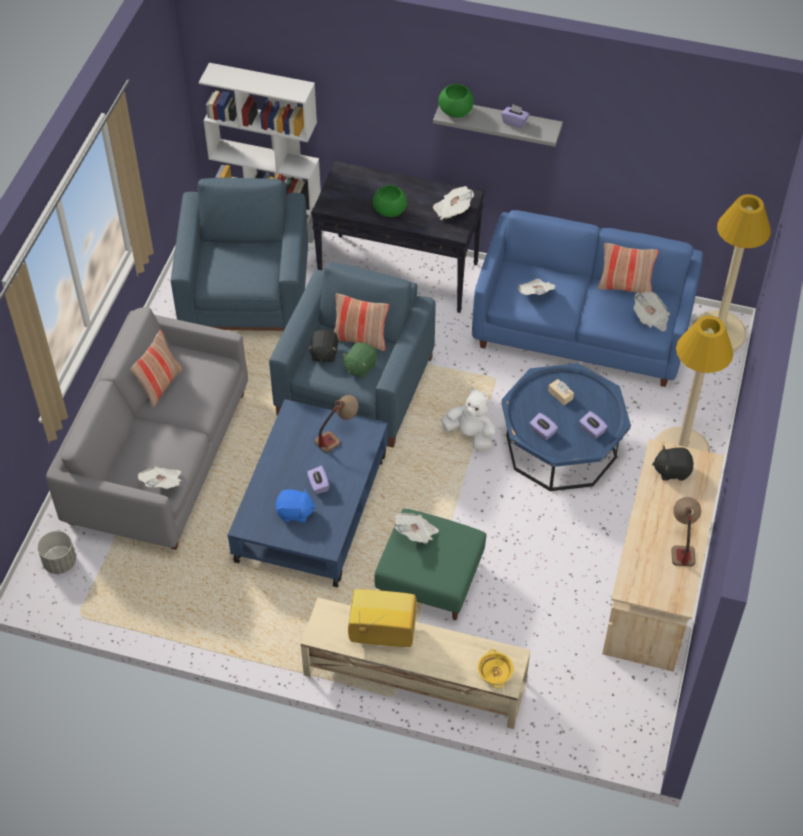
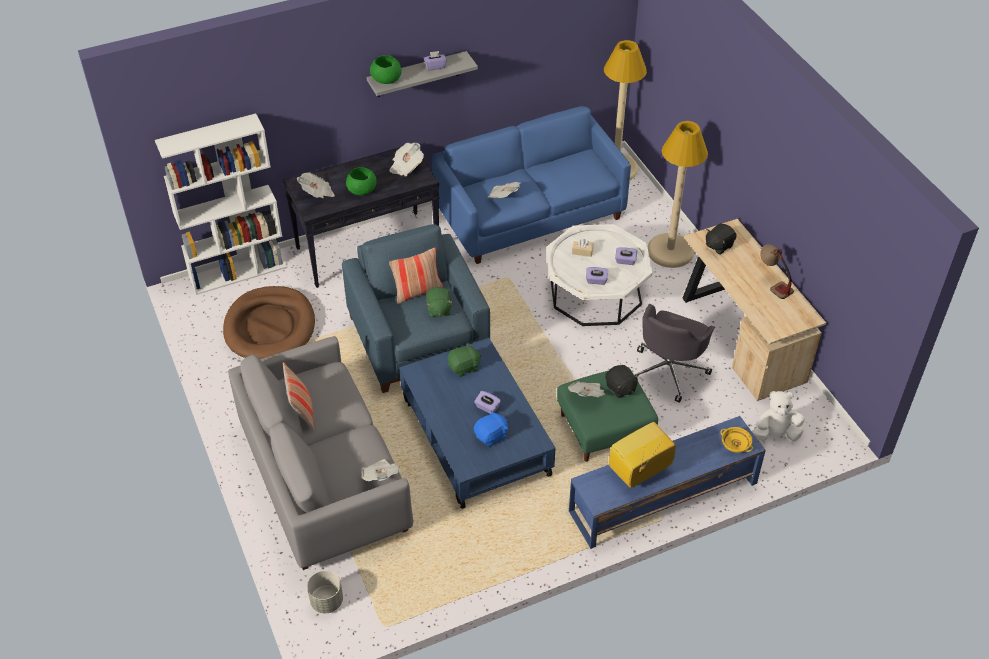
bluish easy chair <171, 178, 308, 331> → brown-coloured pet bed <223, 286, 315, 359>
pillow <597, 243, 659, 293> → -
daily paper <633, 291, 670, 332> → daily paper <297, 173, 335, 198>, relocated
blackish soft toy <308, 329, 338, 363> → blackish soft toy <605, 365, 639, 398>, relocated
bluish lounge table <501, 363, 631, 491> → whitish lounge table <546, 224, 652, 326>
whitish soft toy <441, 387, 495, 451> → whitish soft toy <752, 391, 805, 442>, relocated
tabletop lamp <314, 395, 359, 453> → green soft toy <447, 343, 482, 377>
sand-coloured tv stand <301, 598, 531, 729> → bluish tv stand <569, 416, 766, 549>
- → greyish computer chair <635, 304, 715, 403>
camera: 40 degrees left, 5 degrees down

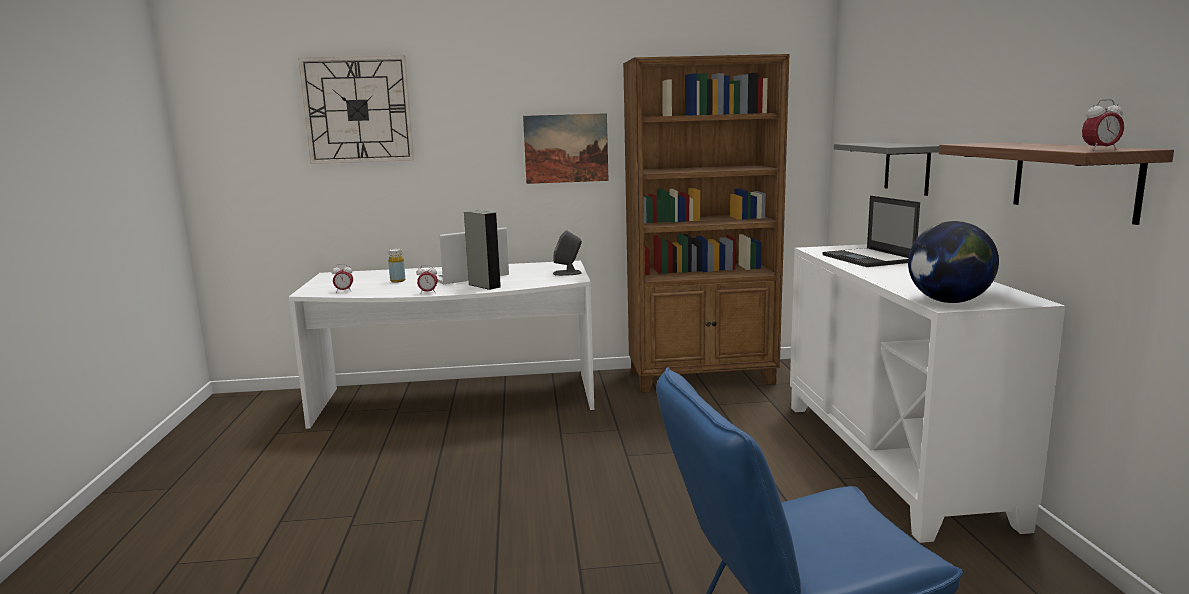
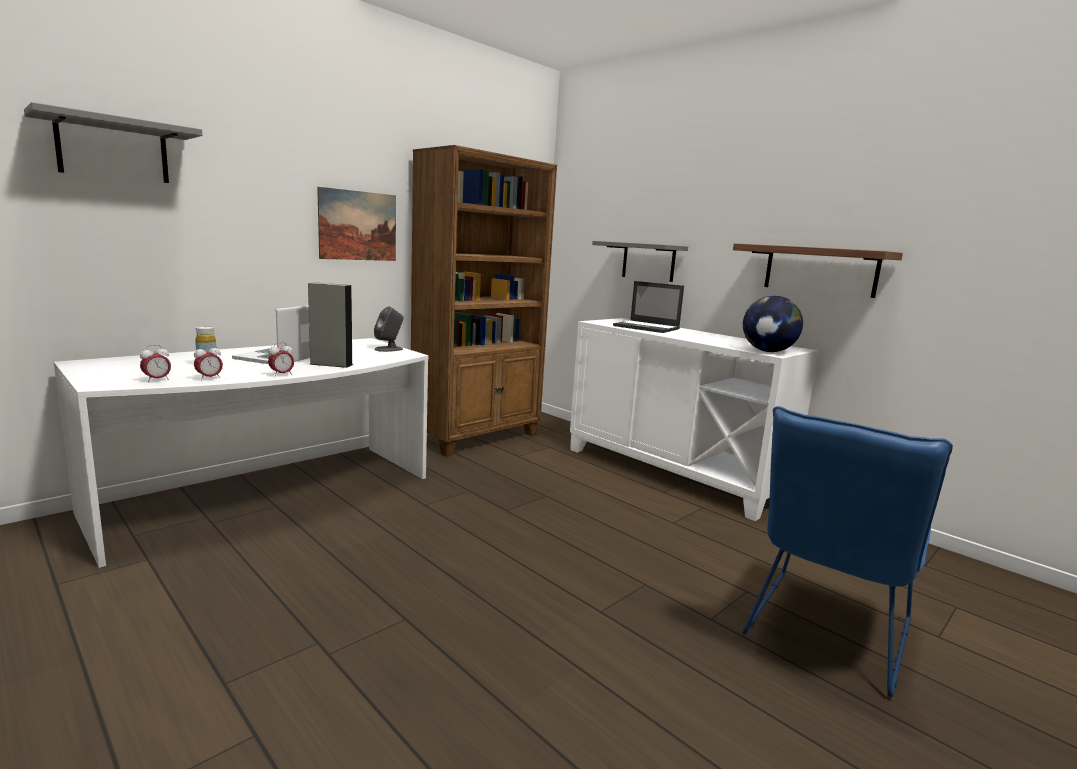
wall clock <298, 56, 414, 164> → greyish bracket shelf <24, 102, 203, 183>
table clock <1082, 99, 1124, 151> → table clock <194, 344, 223, 380>, relocated
camera: 40 degrees left, 0 degrees up

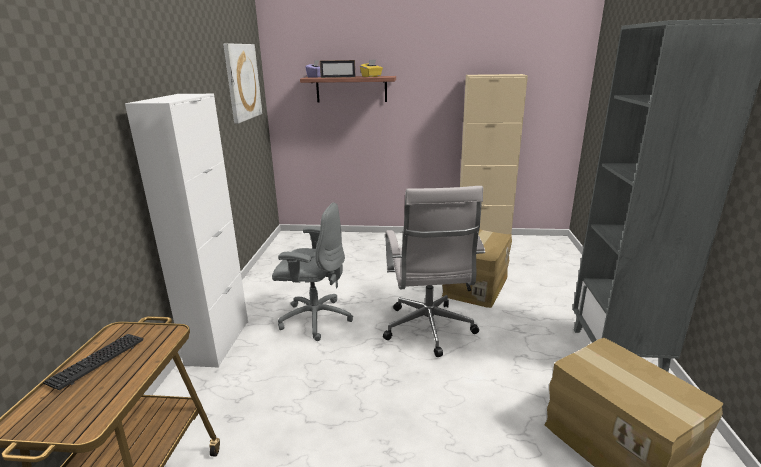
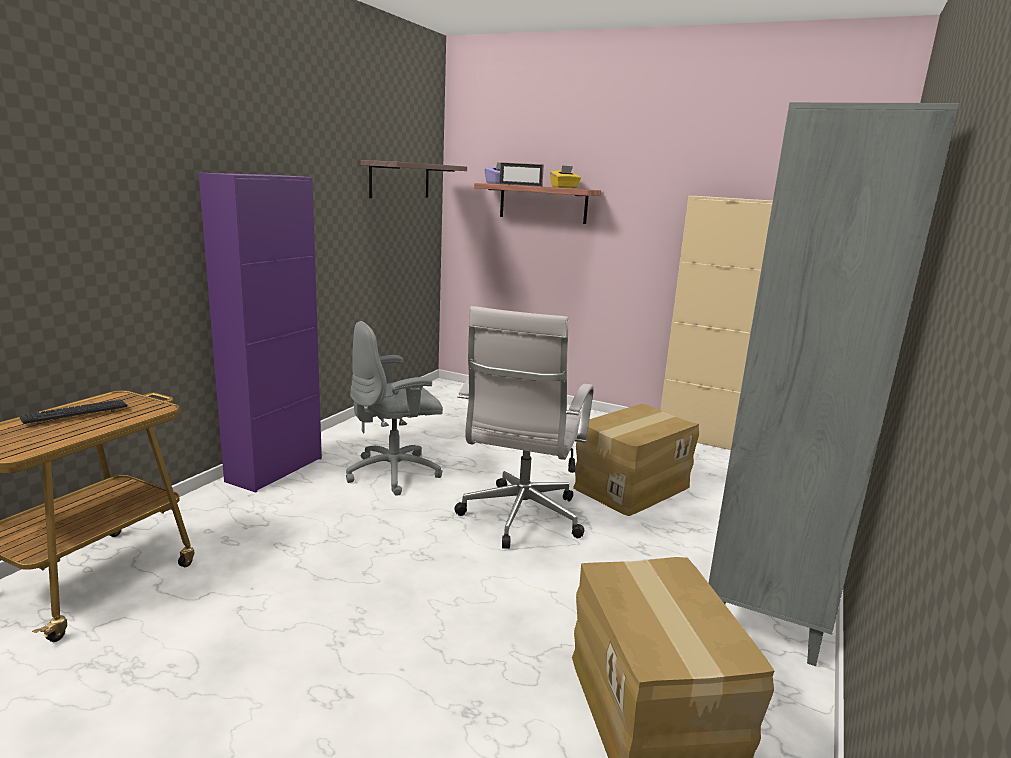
picture <223, 43, 262, 124> → bracket shelf <361, 160, 467, 198>
whitish storage cabinet <125, 94, 248, 367> → purple storage cabinet <199, 173, 322, 493>
greyish computer chair <272, 202, 353, 341> → greyish computer chair <346, 321, 443, 496>, 120 degrees clockwise
camera: 20 degrees right, 5 degrees down

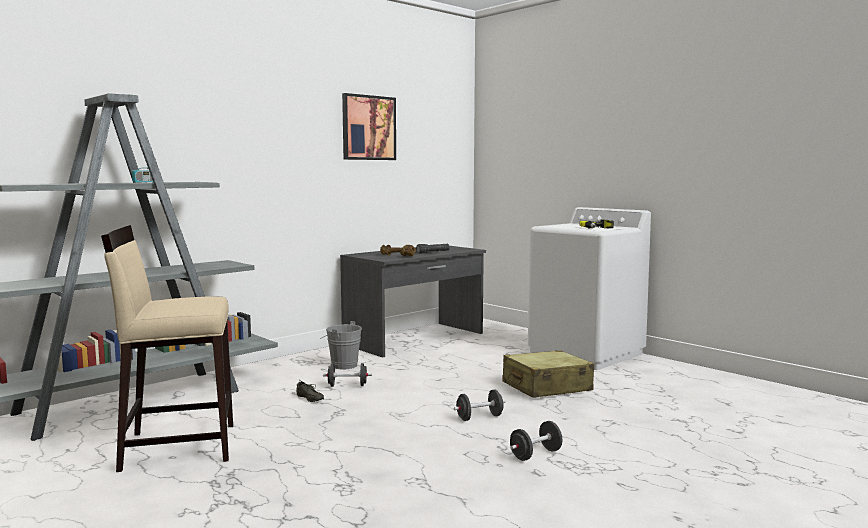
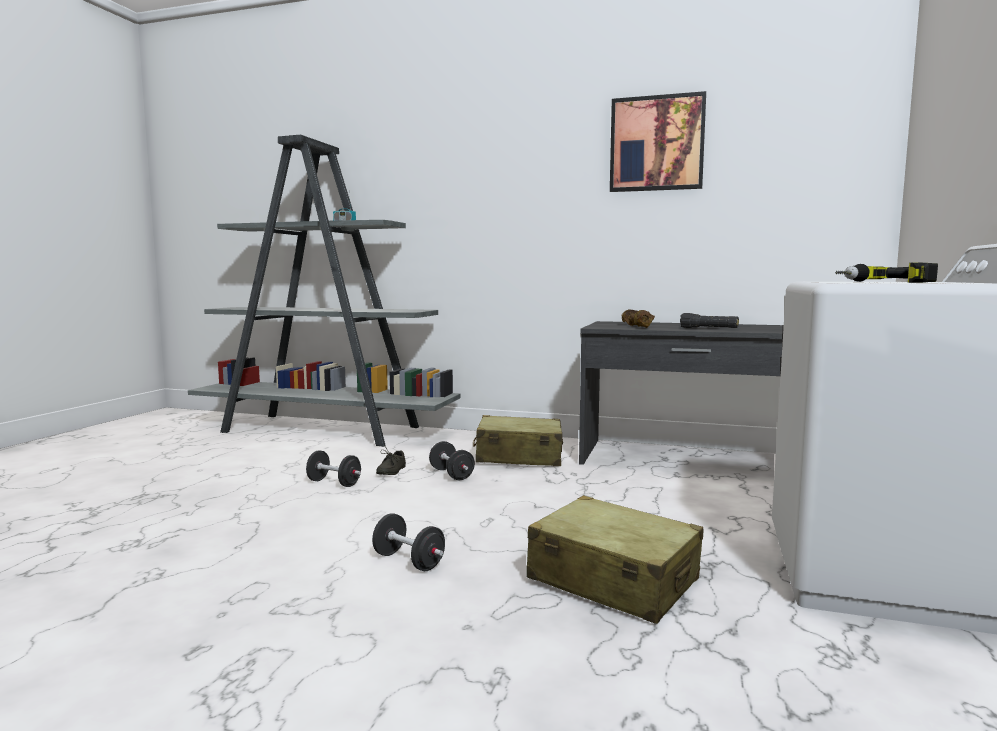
sand-coloured sitting stool <101, 225, 233, 472> → -
greyish bucket <320, 321, 362, 370> → sand-coloured suitcase <473, 415, 563, 466>
blackish free weight <510, 421, 562, 461> → blackish free weight <306, 450, 361, 487>, relocated
camera: 60 degrees right, 0 degrees up

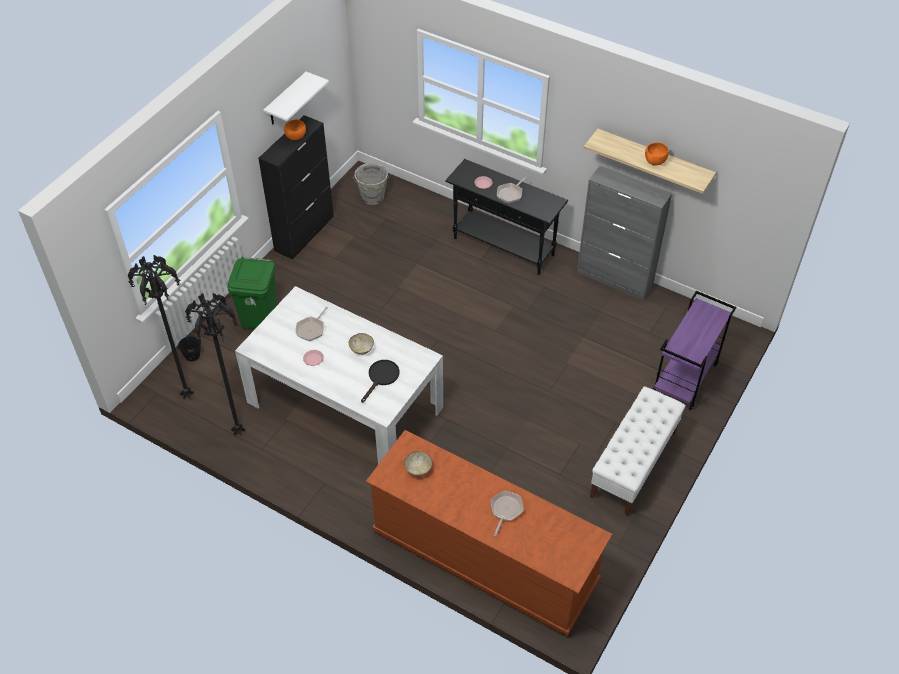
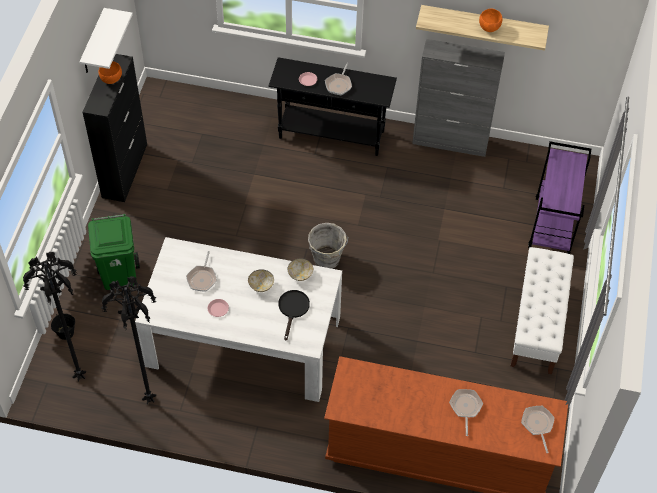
greyish bucket <353, 163, 389, 205> → greyish bucket <308, 223, 348, 269>, relocated
deep dish <404, 451, 432, 476> → deep dish <287, 258, 313, 281>, relocated
- → pan <521, 406, 555, 453>
camera: 20 degrees left, 5 degrees up

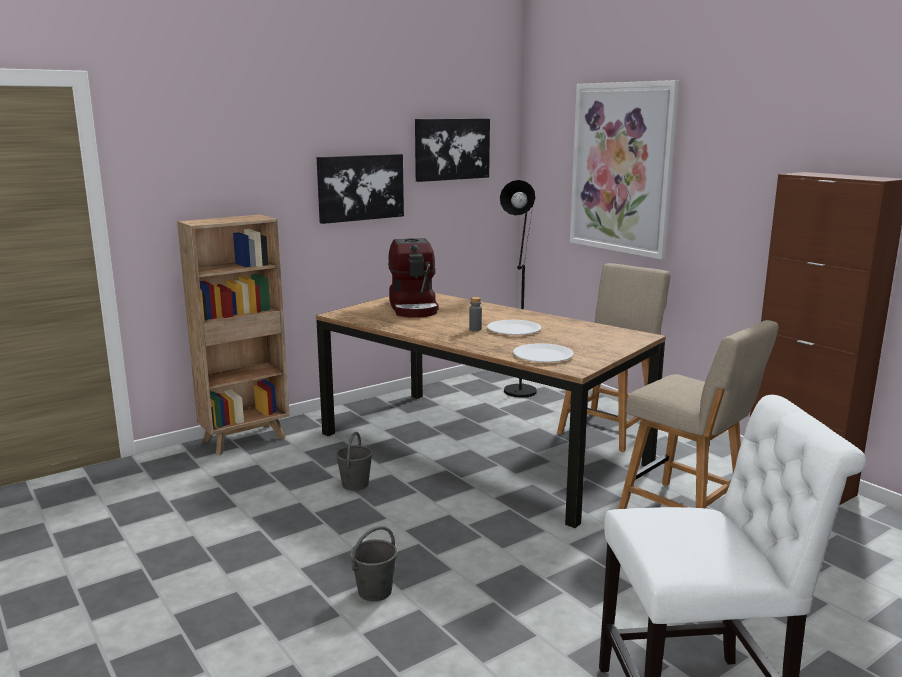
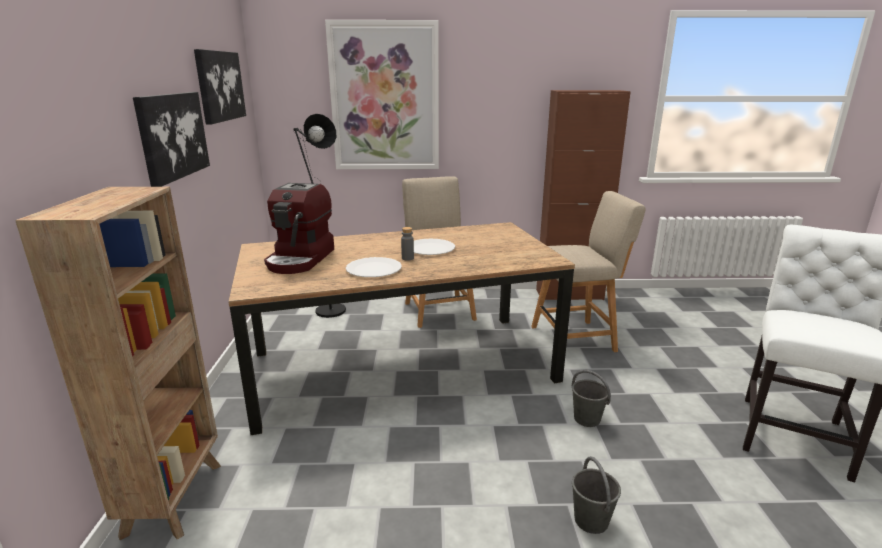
coffee maker <388, 238, 439, 318> → coffee maker <264, 183, 334, 274>, 75 degrees clockwise
whitish flat dish <513, 343, 574, 362> → whitish flat dish <346, 257, 402, 277>, relocated
greyish bucket <336, 432, 373, 491> → greyish bucket <572, 370, 611, 427>, relocated
camera: 55 degrees left, 5 degrees up

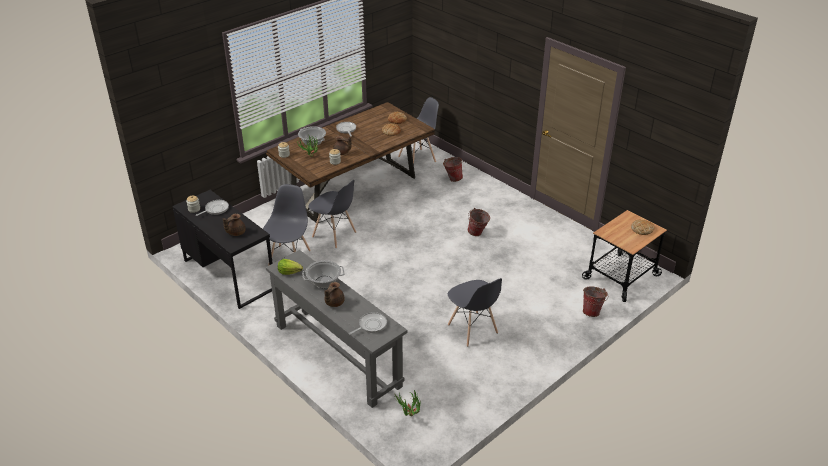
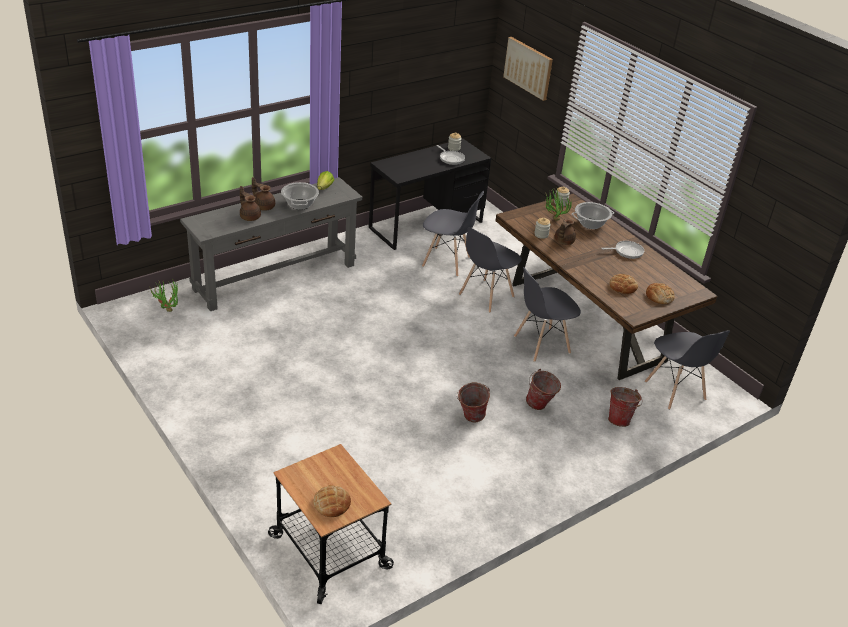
brown-coloured pot for tea <223, 214, 245, 236> → brown-coloured pot for tea <240, 186, 261, 221>, relocated
greyish chair <448, 278, 502, 347> → greyish chair <514, 267, 581, 362>, relocated
bucket <583, 286, 608, 317> → bucket <526, 369, 561, 410>, relocated
pan <349, 312, 387, 335> → -
- → picture <503, 37, 553, 101>
camera: 95 degrees right, 0 degrees up

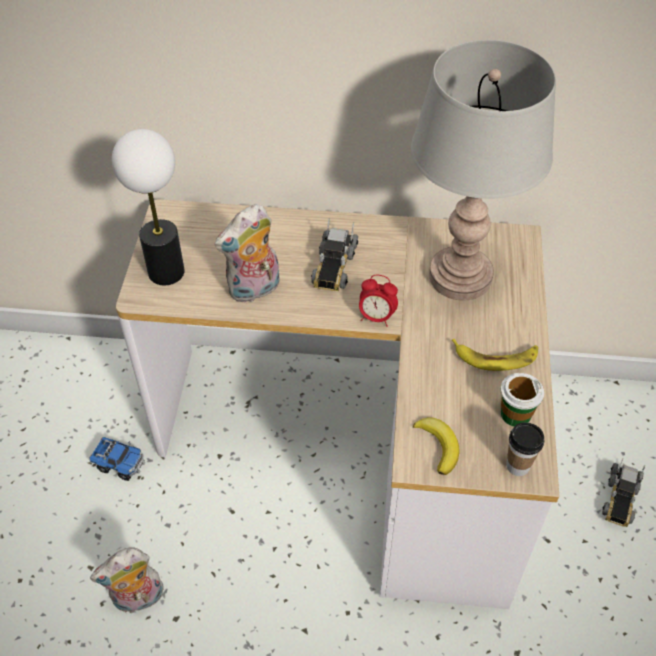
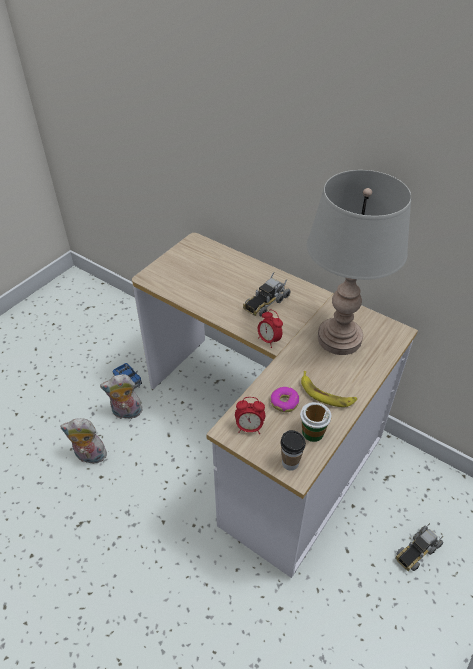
tabletop lamp <112, 129, 185, 285> → -
soft toy <214, 204, 280, 303> → soft toy <100, 374, 142, 419>, relocated
banana <413, 417, 459, 475> → table clock <235, 397, 265, 434>
- → ring doughnut <271, 387, 299, 412>
camera: 30 degrees right, 5 degrees down

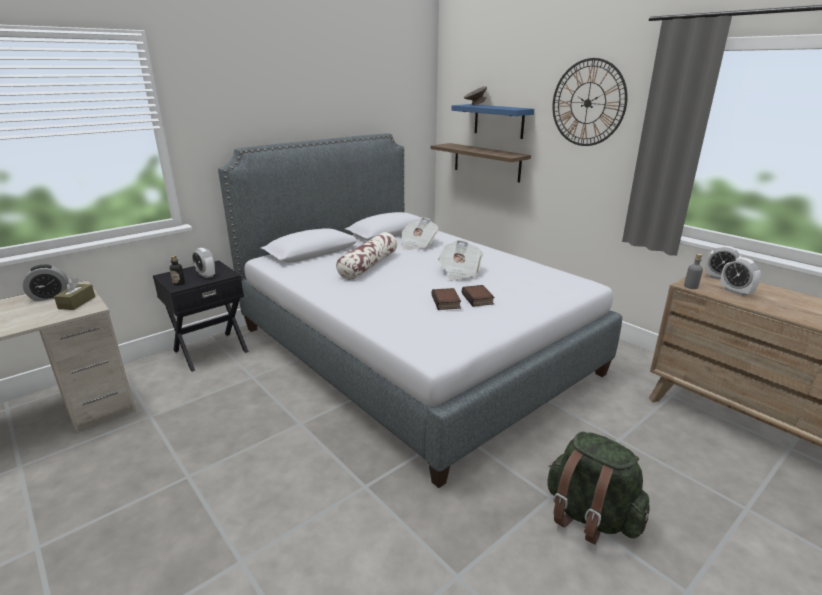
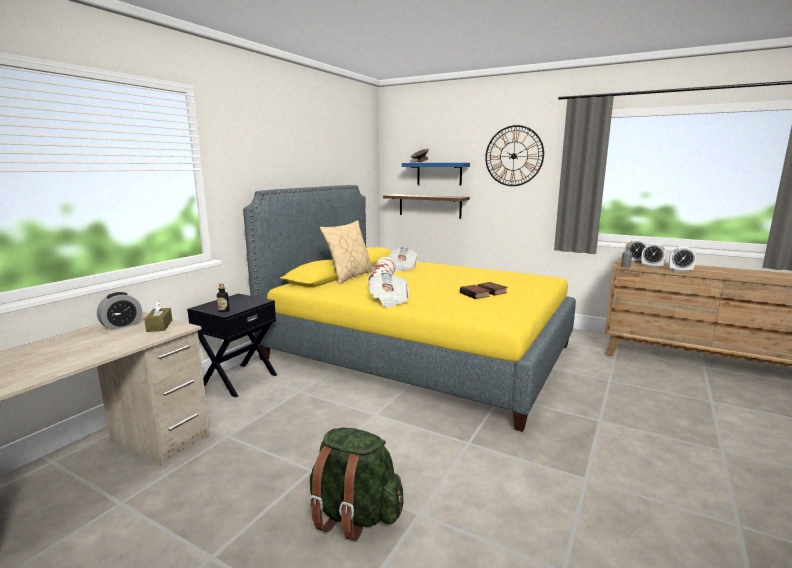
greyish sleeping bed <218, 133, 622, 488> → yellowish sleeping bed <243, 185, 576, 432>
daily paper <438, 240, 483, 281> → daily paper <368, 272, 409, 307>, relocated
table clock <192, 248, 215, 278> → table clock <669, 246, 696, 272>, relocated
green backpack <547, 431, 650, 545> → green backpack <309, 428, 403, 541>, relocated
- → sand-coloured pillow <320, 220, 374, 284>
camera: 20 degrees left, 10 degrees down

